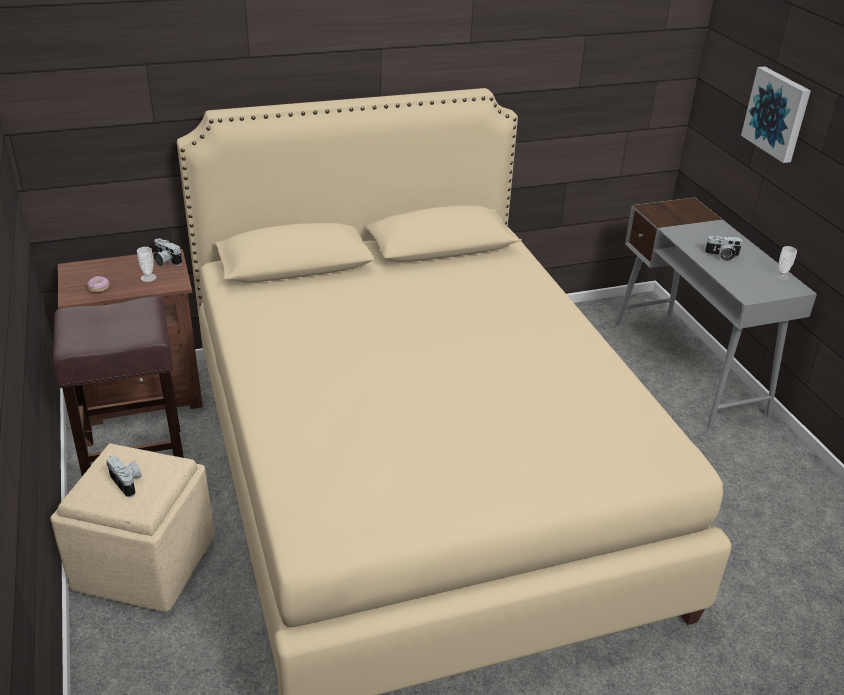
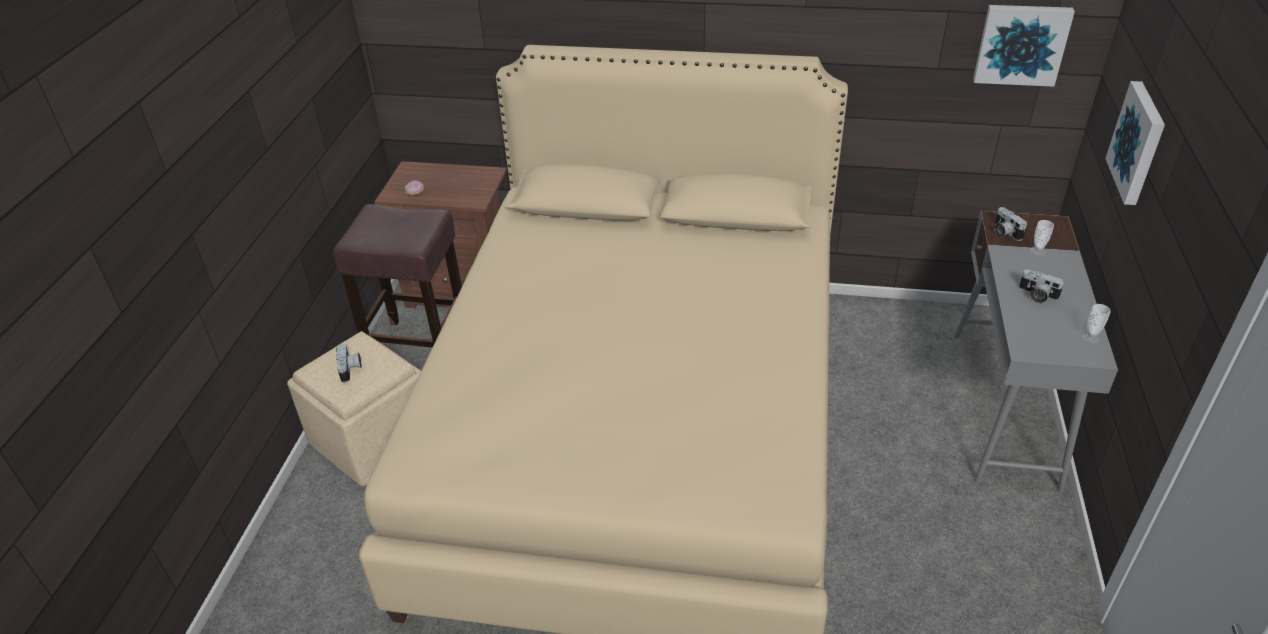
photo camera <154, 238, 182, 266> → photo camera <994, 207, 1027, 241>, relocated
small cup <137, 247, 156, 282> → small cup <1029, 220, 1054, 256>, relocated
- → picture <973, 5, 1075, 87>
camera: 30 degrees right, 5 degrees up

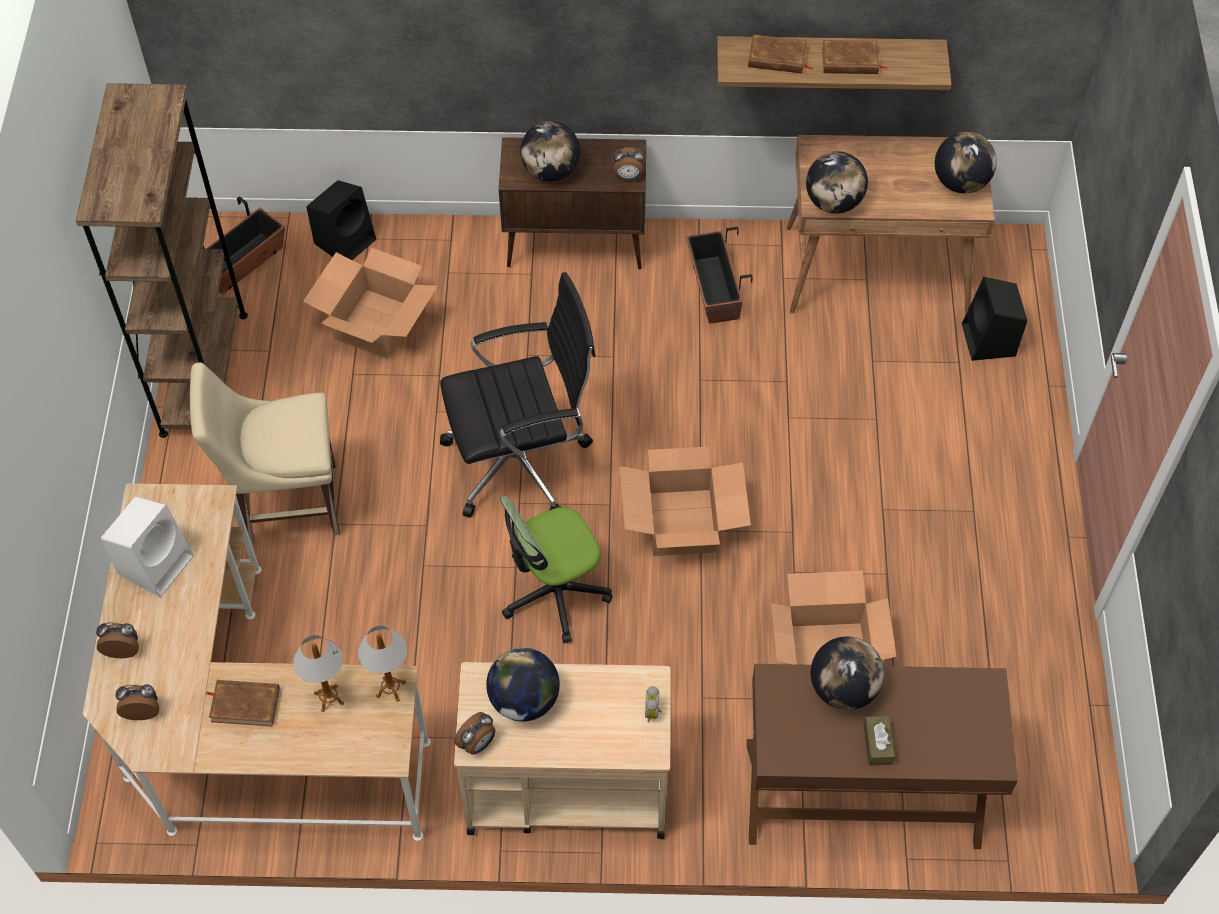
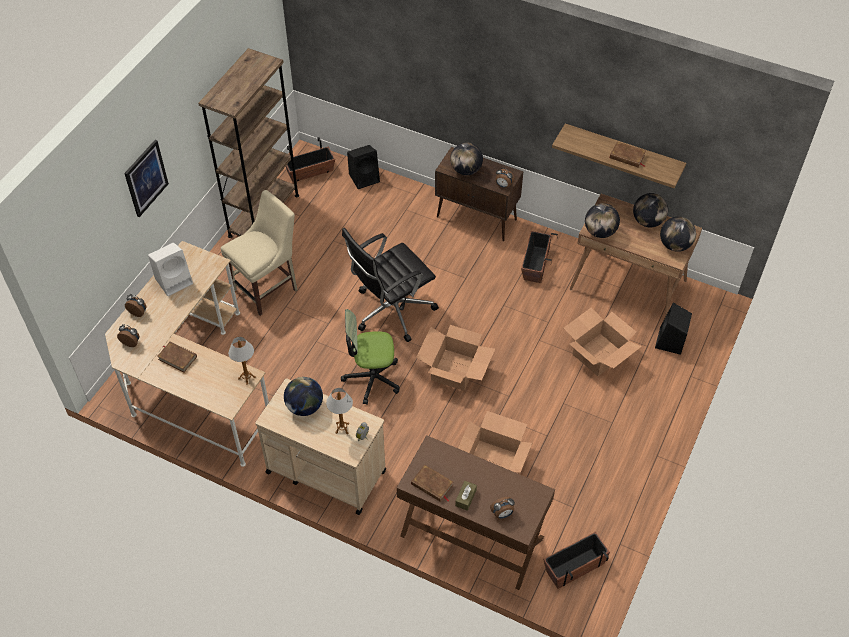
brown-coloured book <748, 34, 813, 73> → brown-coloured book <411, 464, 453, 502>, relocated
packing box <303, 248, 438, 359> → packing box <564, 307, 642, 376>, relocated
blackish computer chair <440, 272, 596, 518> → blackish computer chair <342, 228, 439, 342>, 135 degrees clockwise
sand-coloured chair <190, 362, 340, 545> → sand-coloured chair <221, 190, 297, 316>, 120 degrees clockwise
tabletop lamp <293, 635, 344, 712> → tabletop lamp <326, 388, 353, 434>, relocated
desk globe <811, 637, 884, 710> → desk globe <633, 193, 668, 227>, relocated
table clock <454, 712, 496, 755> → table clock <490, 497, 515, 519>, relocated
- → picture <124, 140, 169, 217>
- → planter <543, 532, 610, 589>
camera: 25 degrees right, 5 degrees down

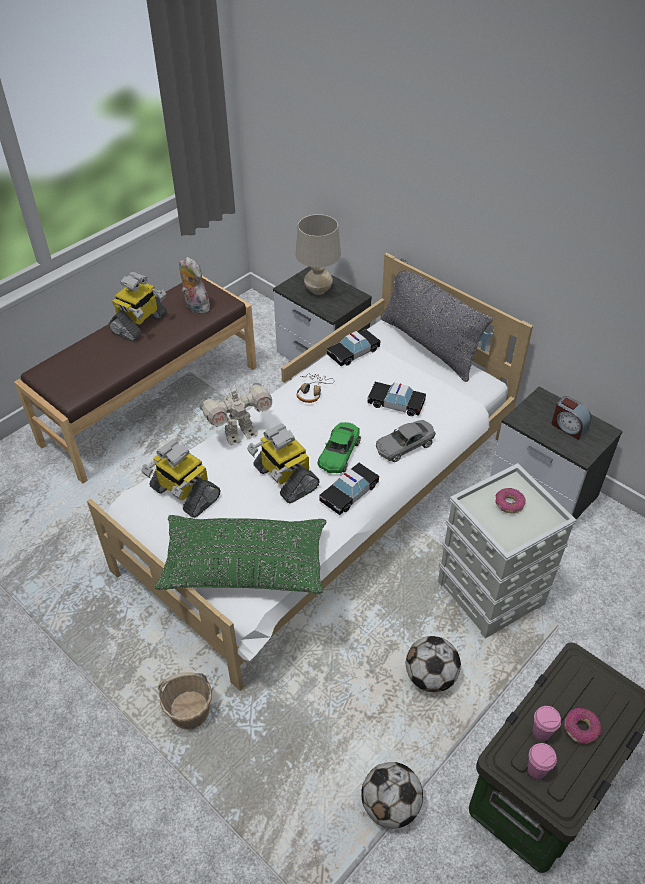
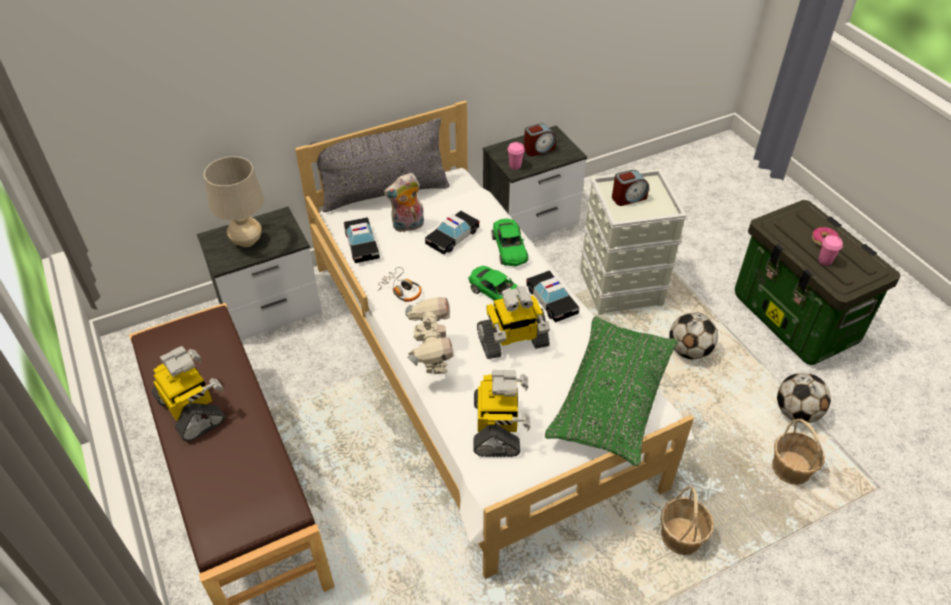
soft toy <179, 257, 210, 314> → soft toy <384, 173, 424, 232>, relocated
greyish miniature car <376, 420, 436, 462> → green miniature car <491, 219, 528, 267>
robot figure <141, 439, 221, 518> → robot figure <474, 370, 530, 457>, 60 degrees counterclockwise
ring doughnut <495, 488, 526, 514> → table clock <612, 170, 649, 206>
pink small cup <528, 743, 557, 779> → pink small cup <507, 142, 525, 169>, relocated
- → storage basket <772, 419, 825, 485>
camera: 70 degrees left, 0 degrees up

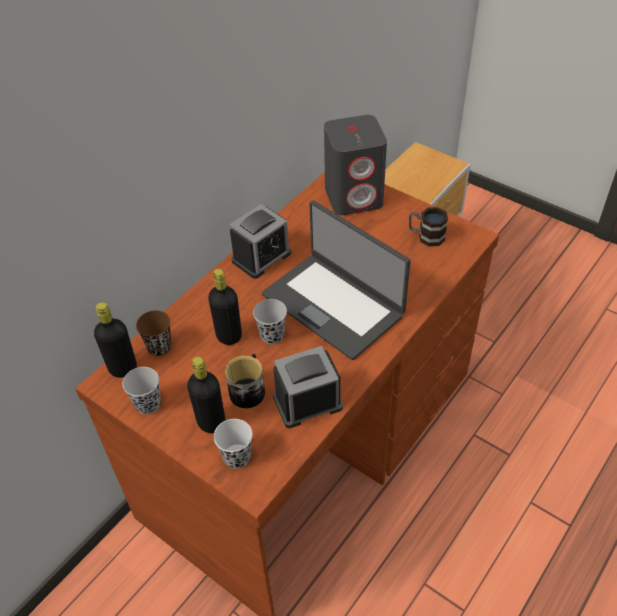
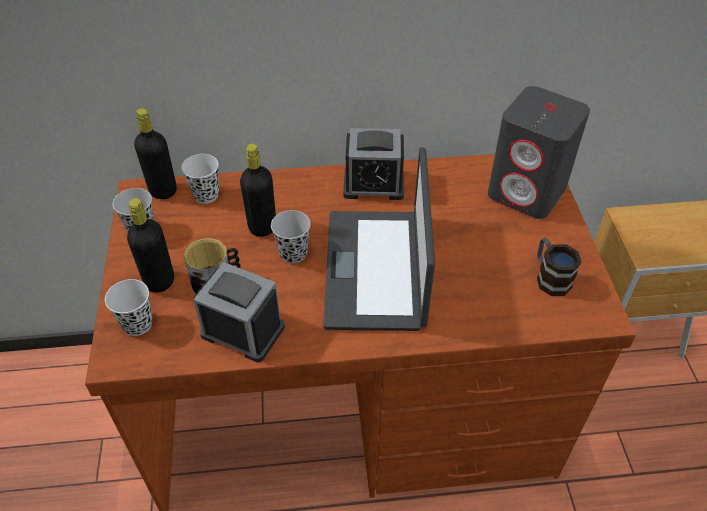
brown-coloured small cup <136, 310, 172, 356> → whitish small cup <182, 154, 219, 204>
camera: 45 degrees right, 0 degrees up

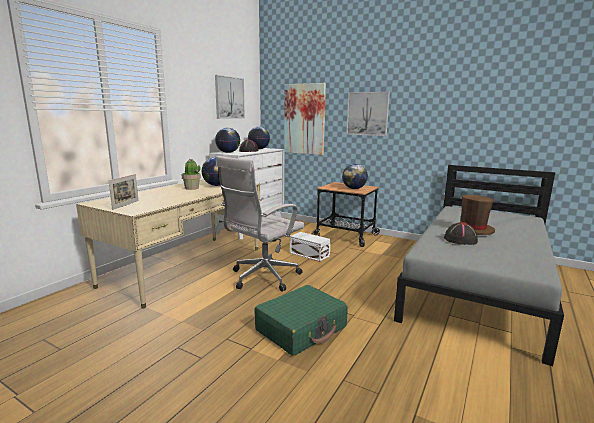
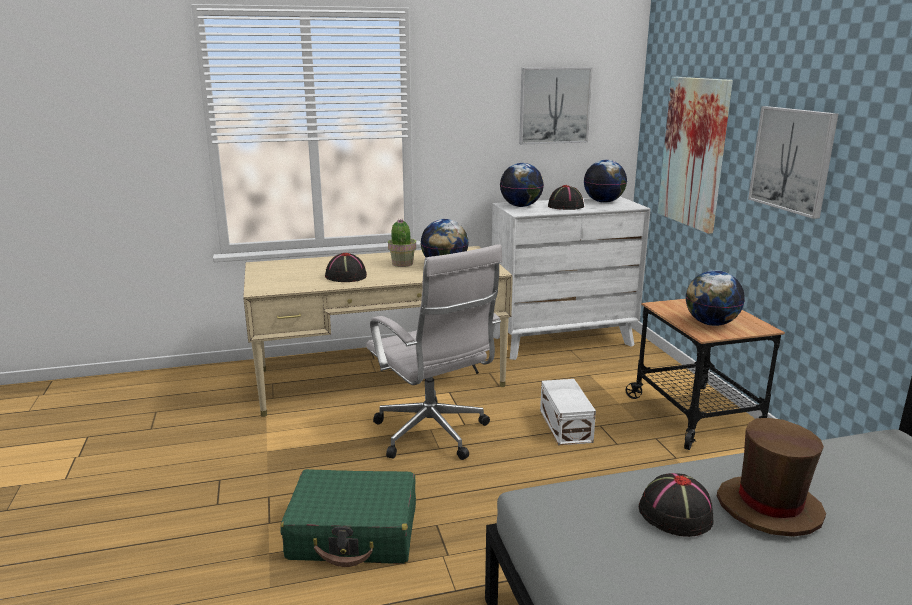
whitish computer chair <216, 156, 305, 292> → whitish computer chair <366, 244, 503, 460>, 120 degrees counterclockwise
photo frame <109, 174, 138, 210> → -
- → blackish hat <325, 253, 367, 282>
camera: 45 degrees right, 5 degrees up

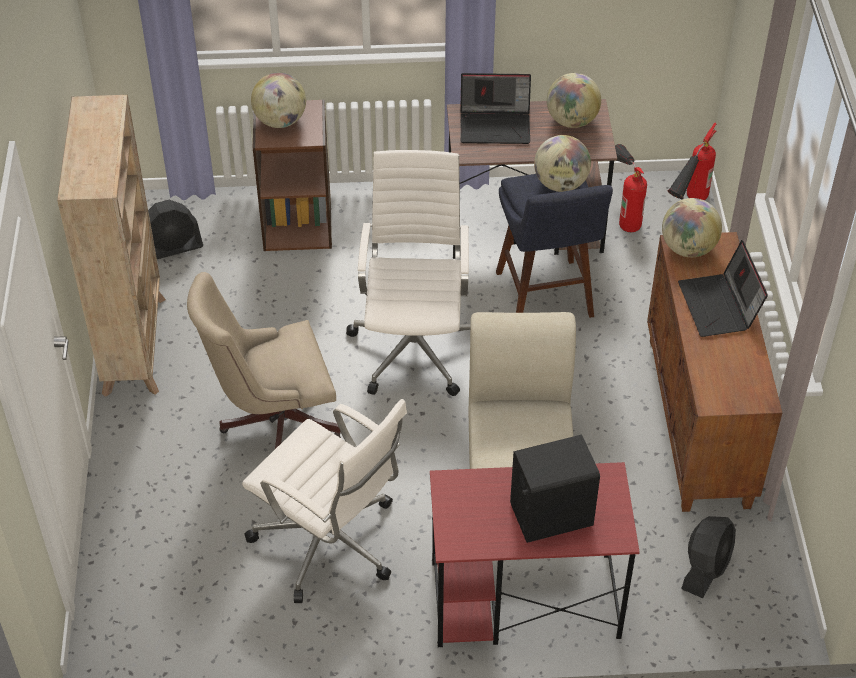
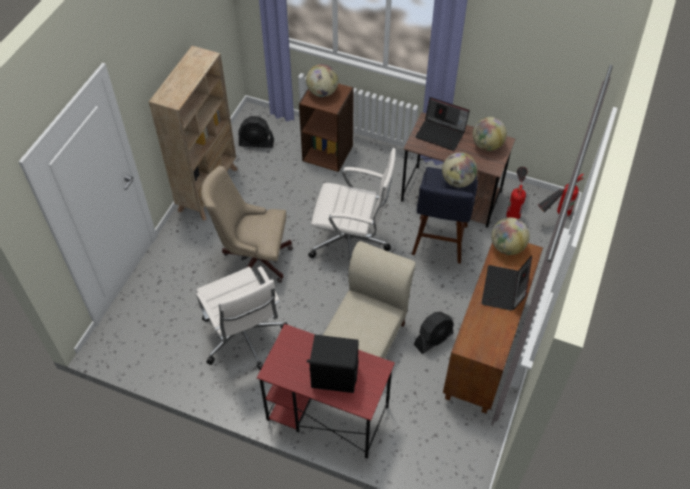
whitish computer chair <346, 150, 470, 396> → whitish computer chair <308, 148, 396, 259>, 75 degrees clockwise
blackish cooling fan <681, 516, 736, 598> → blackish cooling fan <414, 312, 454, 354>, relocated
camera: 25 degrees right, 5 degrees up

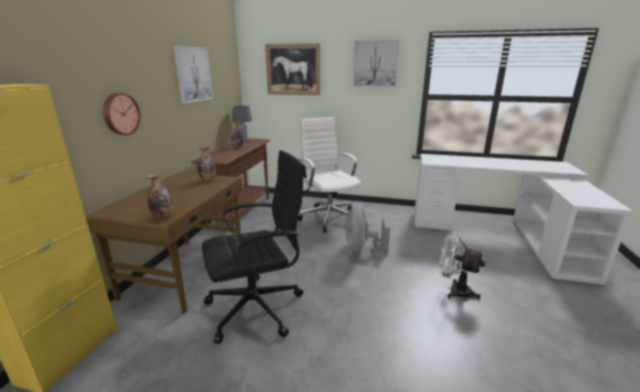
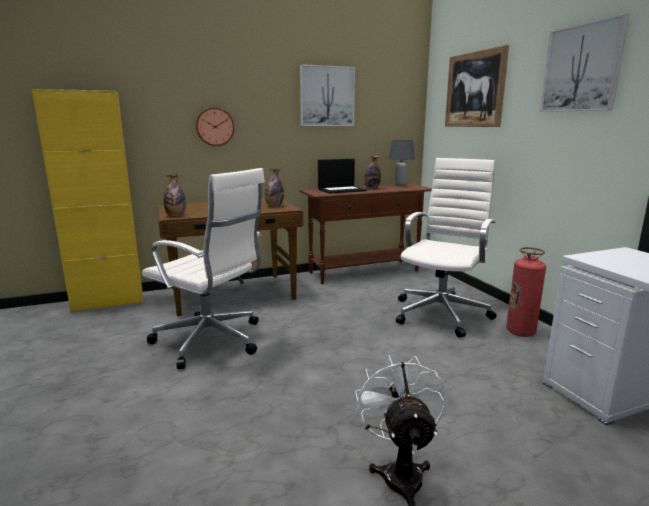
blackish computer chair <202, 150, 307, 344> → whitish computer chair <142, 168, 265, 369>
greyish cooling fan <345, 203, 390, 255> → -
- → laptop <318, 159, 367, 194>
- → fire extinguisher <506, 247, 546, 337>
camera: 55 degrees right, 5 degrees down

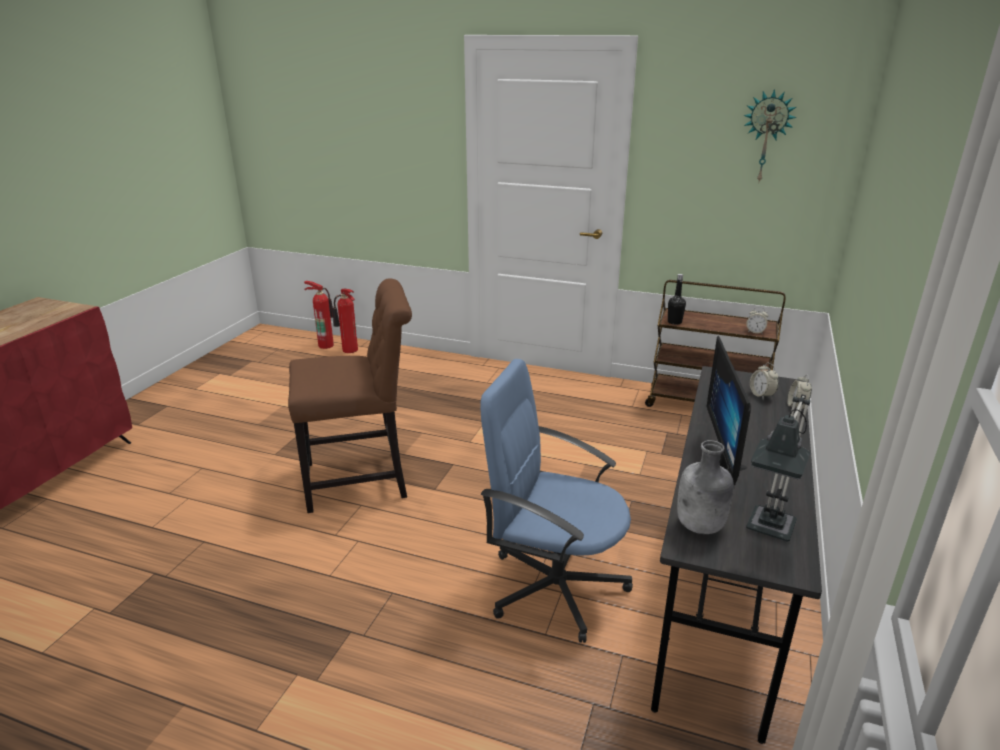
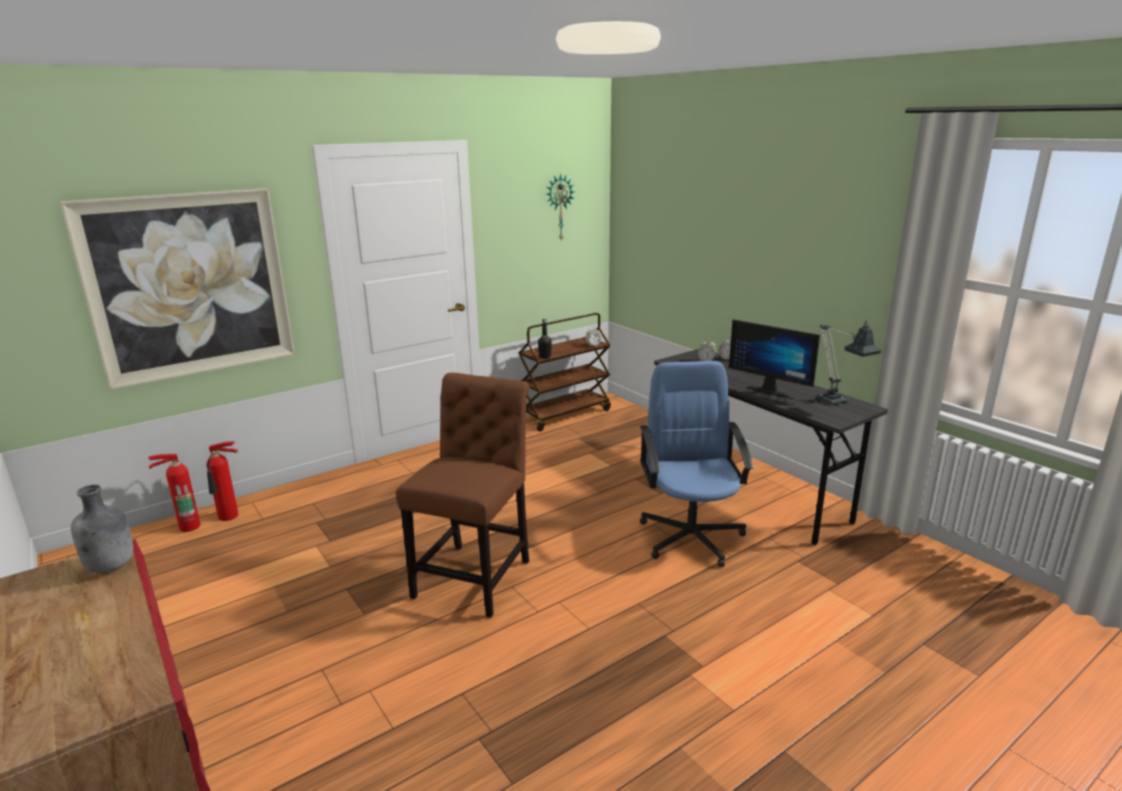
bluish computer chair <480, 359, 633, 643> → bluish computer chair <640, 361, 754, 567>, 120 degrees clockwise
greyish drink bottle <677, 440, 734, 534> → greyish drink bottle <71, 484, 133, 572>, relocated
- → picture <59, 188, 295, 390>
camera: 55 degrees left, 5 degrees down

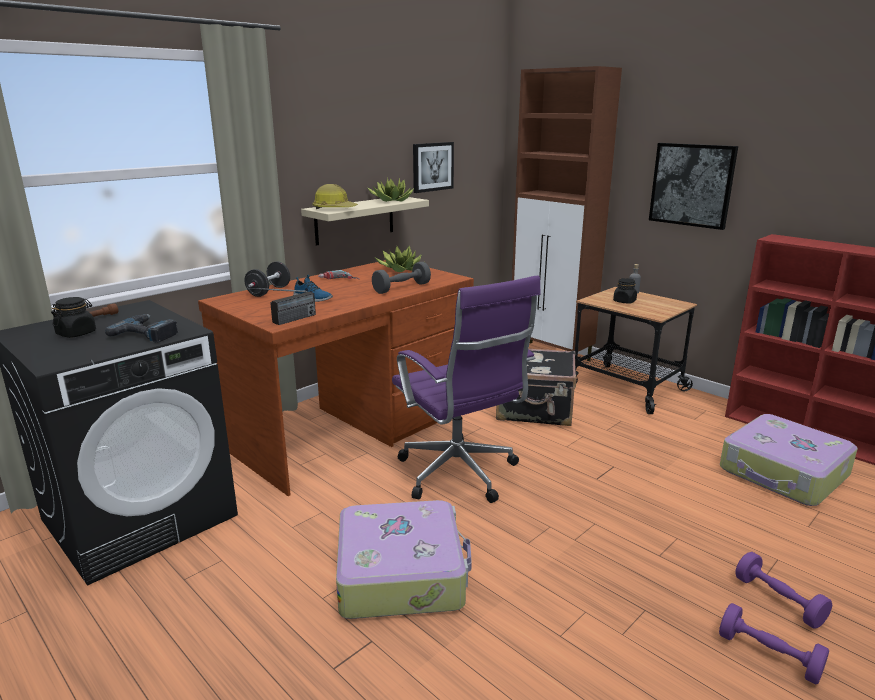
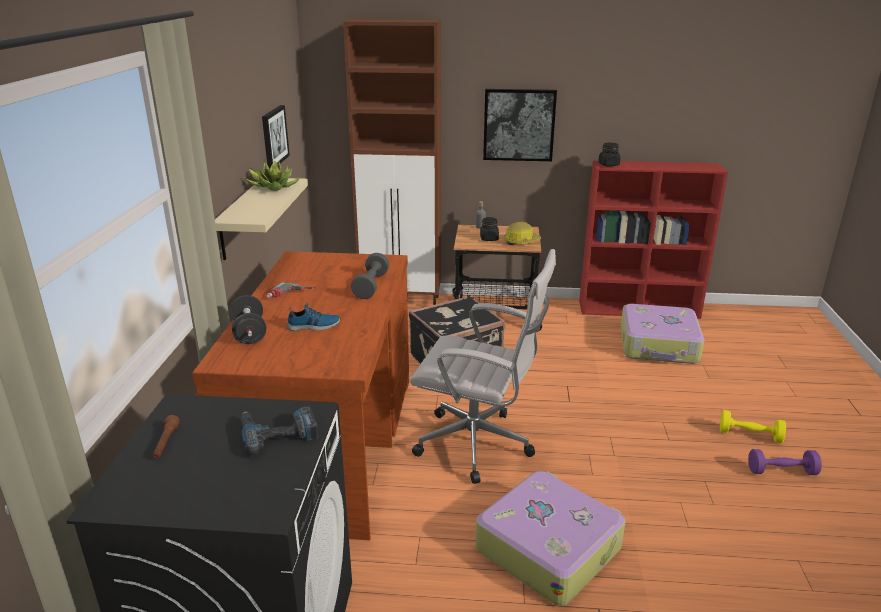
hard hat <312, 184, 358, 209> → hard hat <504, 222, 541, 245>, relocated
houseplant <375, 246, 422, 272> → -
purple computer chair <392, 275, 541, 503> → whitish computer chair <410, 249, 556, 484>
radio <246, 288, 316, 325> → -
blackish jar <51, 297, 96, 338> → blackish jar <598, 143, 620, 166>, relocated
purple free weight <735, 552, 832, 629> → yellowish free weight <720, 410, 786, 443>
camera: 40 degrees left, 5 degrees up

